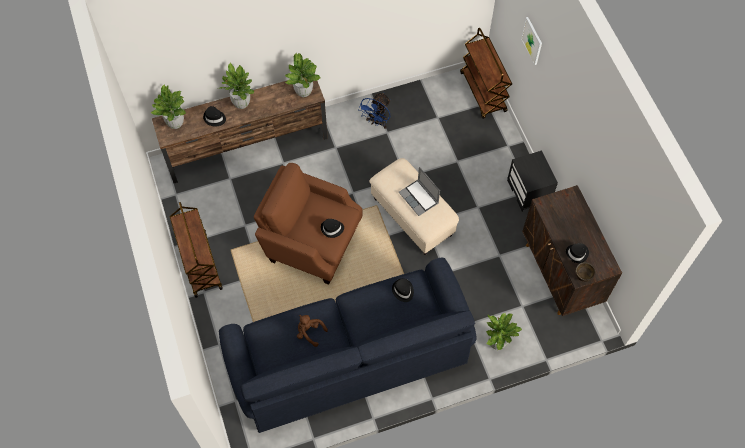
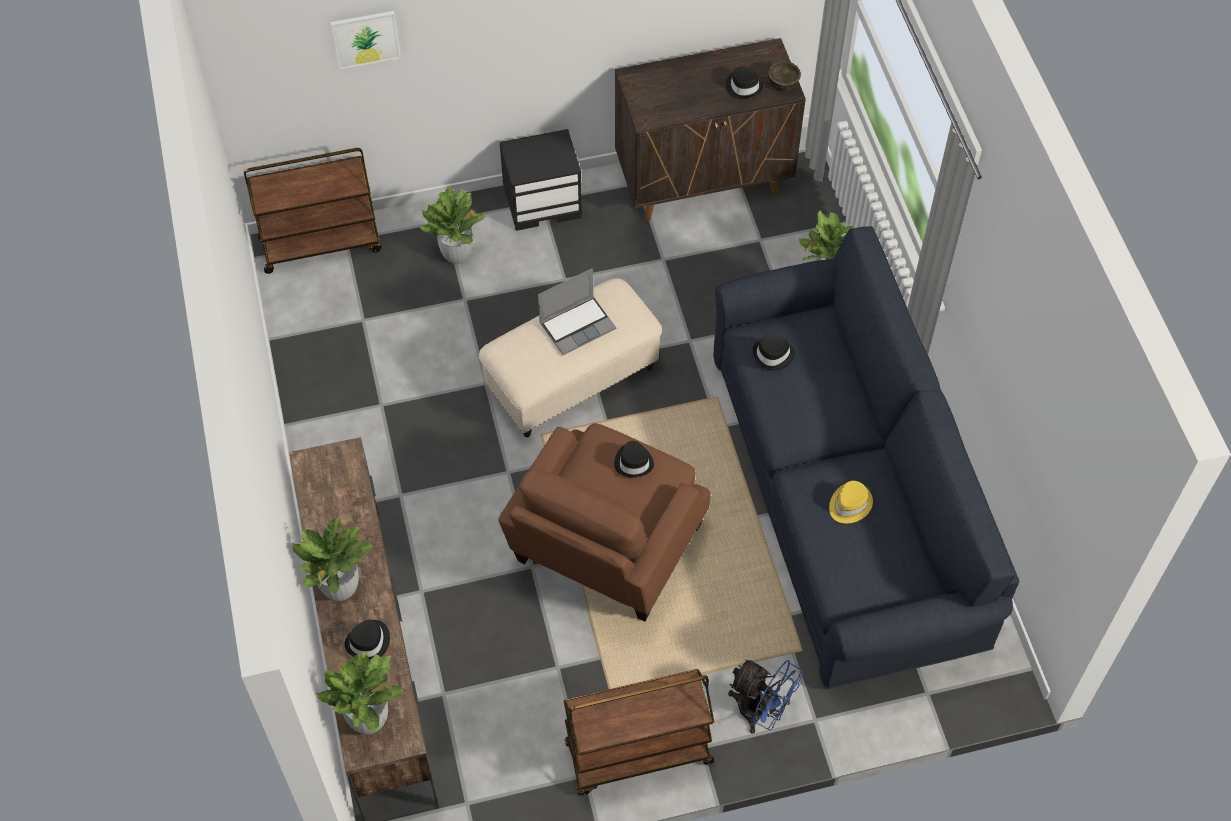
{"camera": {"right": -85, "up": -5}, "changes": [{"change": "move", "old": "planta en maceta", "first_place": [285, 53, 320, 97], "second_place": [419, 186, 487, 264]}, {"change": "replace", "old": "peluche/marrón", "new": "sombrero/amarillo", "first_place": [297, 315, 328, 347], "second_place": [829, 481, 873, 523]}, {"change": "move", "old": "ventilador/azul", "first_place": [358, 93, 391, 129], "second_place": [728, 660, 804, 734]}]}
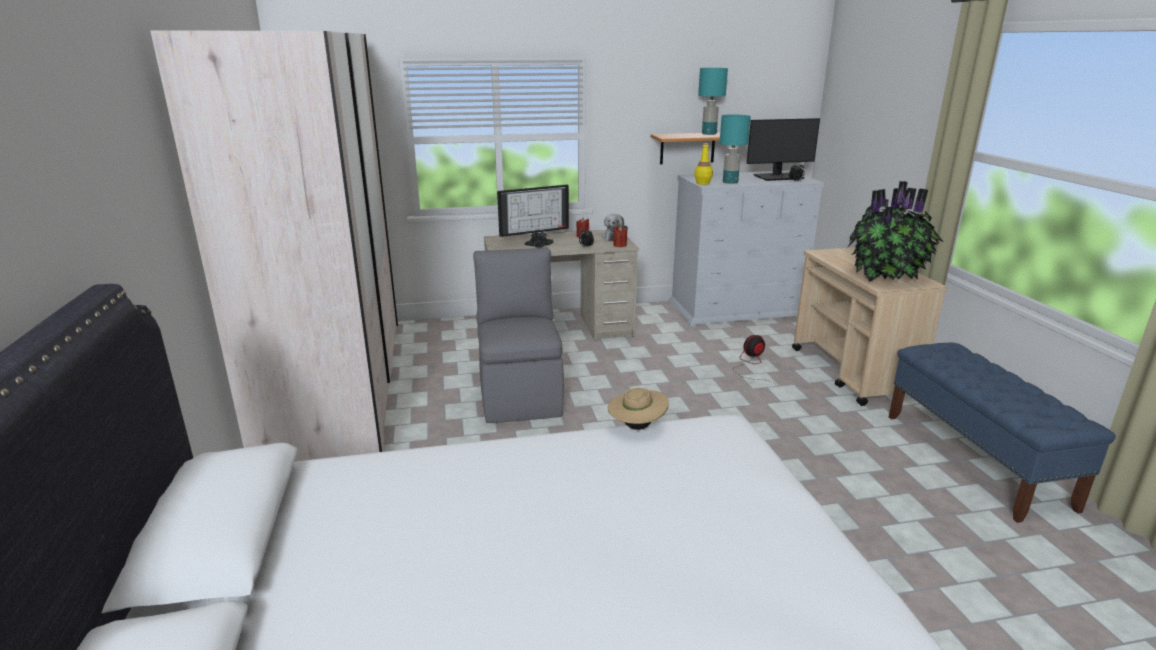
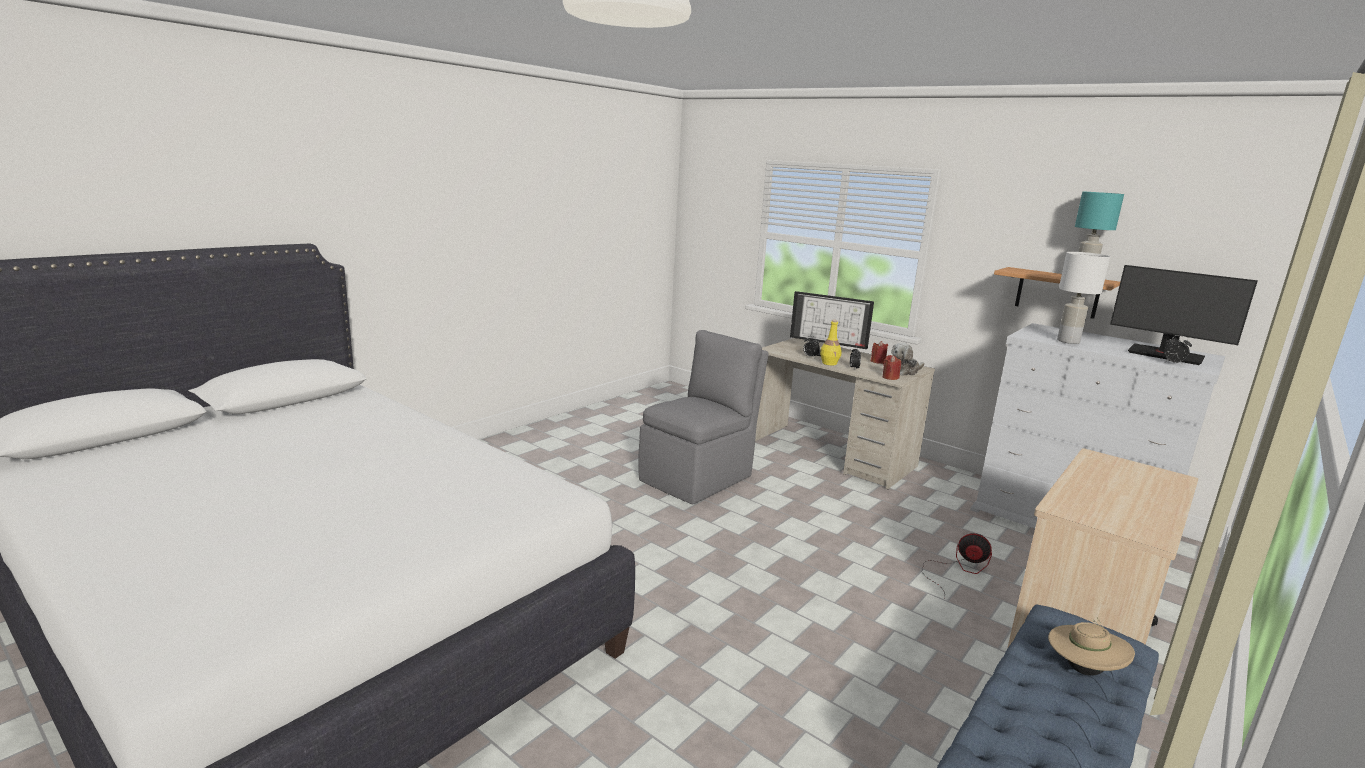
{"camera": {"right": 50, "up": -5}, "changes": [{"change": "delete", "old": "armario ropero/beis", "first_place": [150, 30, 398, 461]}, {"change": "move", "old": "sombrero/beis", "first_place": [608, 383, 669, 430], "second_place": [1048, 618, 1135, 676]}, {"change": "move", "old": "botella/amarillo", "first_place": [694, 143, 713, 185], "second_place": [820, 320, 842, 365]}, {"change": "recolor", "old": "lámpara de mesa/turquesa", "new": "lámpara de mesa/blanco", "first_place": [720, 115, 751, 184], "second_place": [1057, 252, 1110, 344]}, {"change": "delete", "old": "planta en maceta", "first_place": [847, 181, 943, 283]}]}
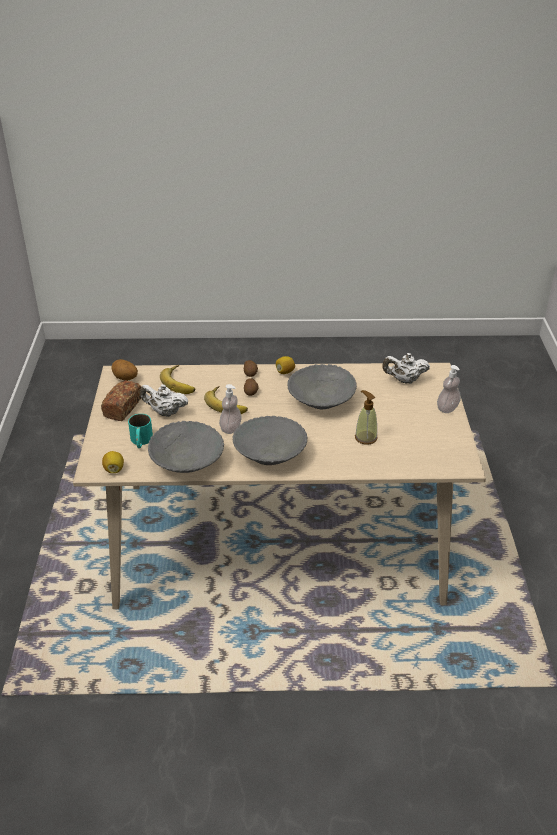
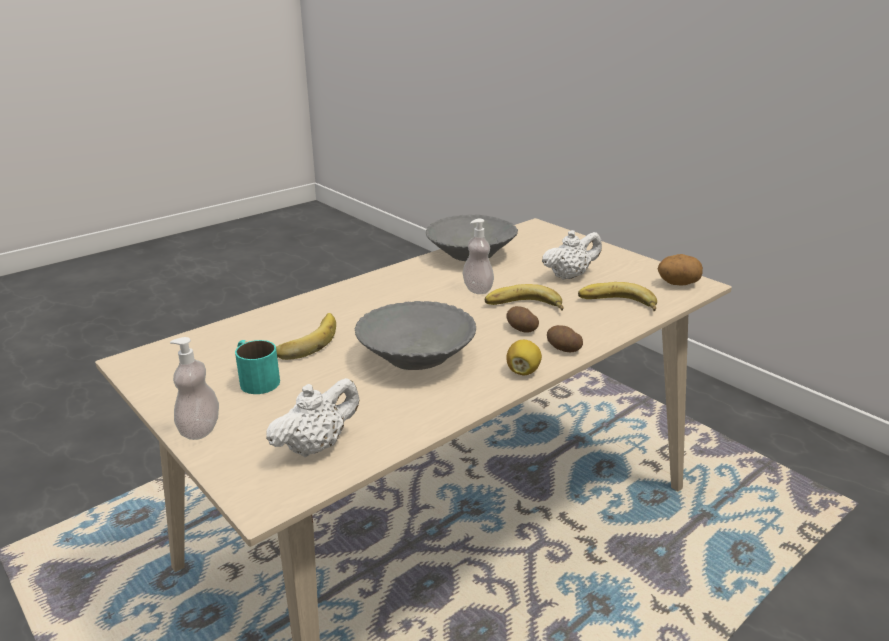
{"camera": {"right": 140, "up": -10}, "changes": [{"change": "delete", "old": "pan", "first_place": [101, 380, 141, 421]}, {"change": "delete", "old": "limón", "first_place": [102, 451, 124, 473]}, {"change": "move", "old": "taza grande/turquesa", "first_place": [128, 414, 153, 448], "second_place": [235, 340, 280, 394]}, {"change": "delete", "old": "cuenco/gris", "first_place": [232, 416, 307, 465]}, {"change": "replace", "old": "dispensador de jabón", "new": "plátano", "first_place": [355, 390, 378, 445], "second_place": [276, 313, 336, 360]}]}
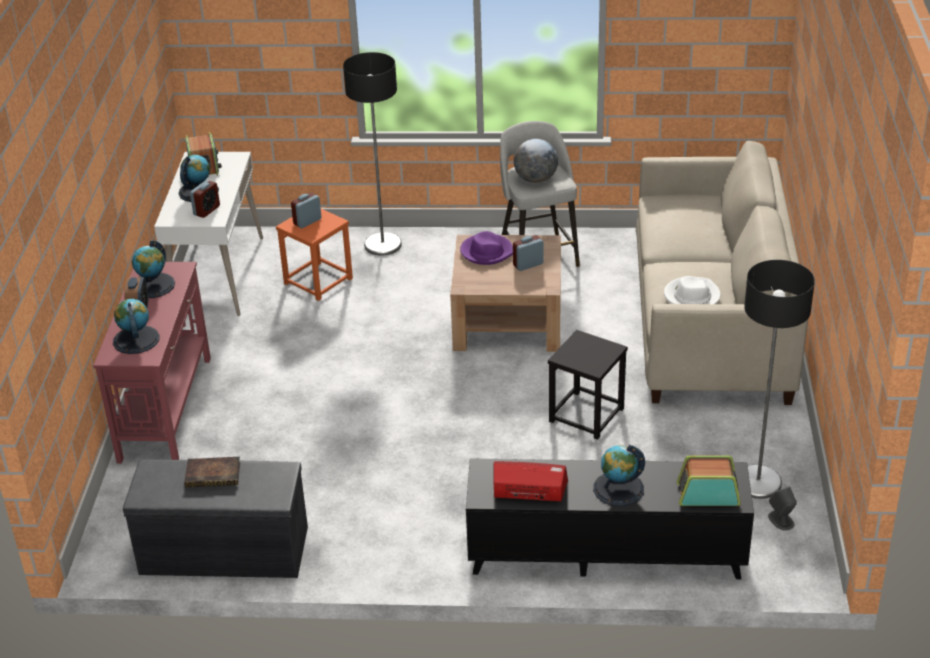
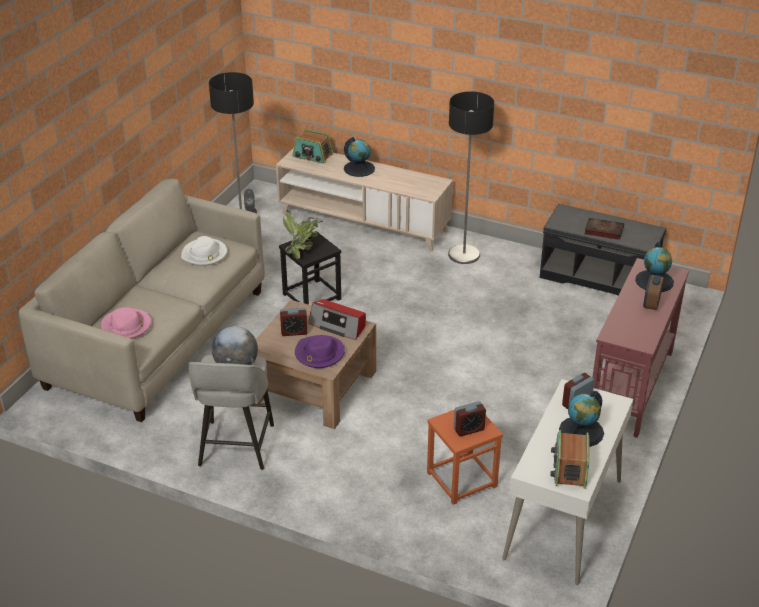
{"camera": {"right": -160, "up": 0}, "changes": [{"change": "delete", "old": "globo terráqueo", "first_place": [132, 240, 175, 298]}, {"change": "move", "old": "lámpara de pie", "first_place": [343, 52, 402, 255], "second_place": [448, 91, 494, 264]}, {"change": "recolor", "old": "mueble de televisión/negro", "new": "mueble de televisión/beis", "first_place": [466, 459, 754, 579], "second_place": [276, 148, 453, 251]}, {"change": "move", "old": "radio", "first_place": [494, 461, 568, 502], "second_place": [308, 299, 366, 340]}, {"change": "insert", "new": "sombrero/rosa", "second_place": [101, 307, 151, 339]}, {"change": "insert", "new": "planta en maceta", "second_place": [283, 211, 323, 259]}]}
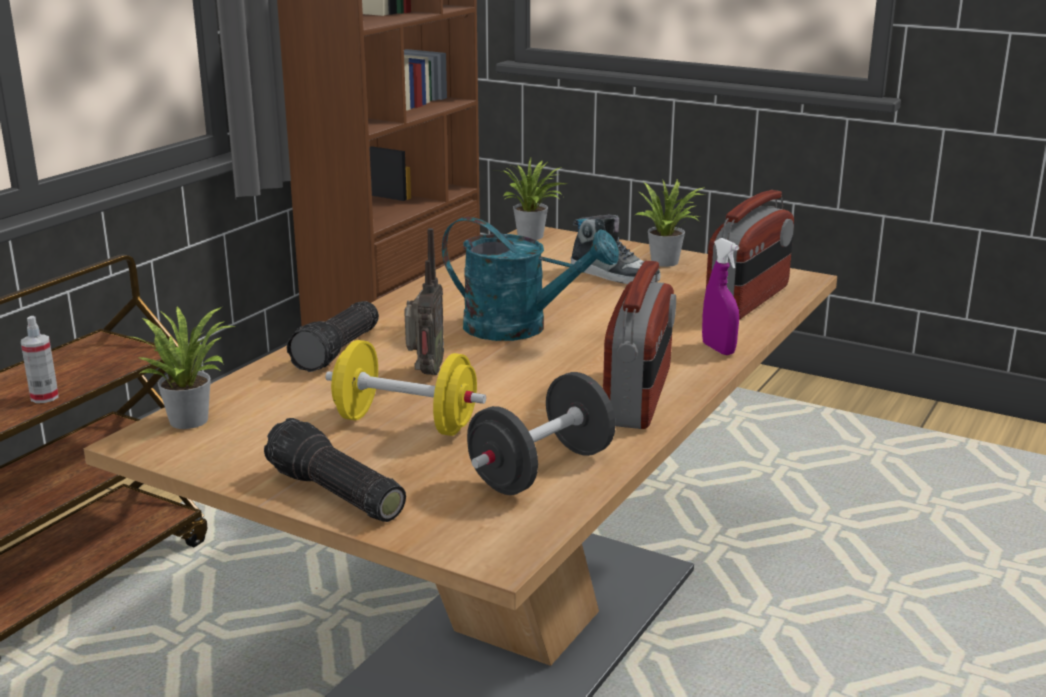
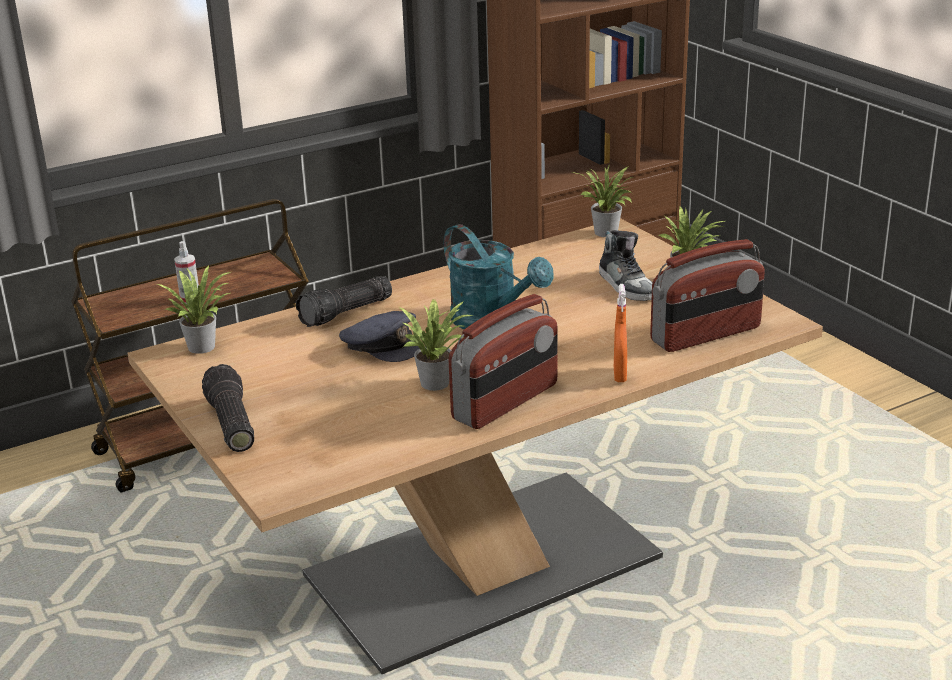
{"camera": {"right": 30, "up": 5}, "changes": [{"change": "delete", "old": "mancuerna/amarillo", "first_place": [325, 340, 486, 436]}, {"change": "replace", "old": "radio", "new": "gorra/gris", "first_place": [404, 228, 444, 375], "second_place": [339, 311, 420, 362]}, {"change": "delete", "old": "mancuerna/negro", "first_place": [467, 372, 616, 495]}, {"change": "recolor", "old": "pulverizador/morado", "new": "pulverizador/naranja", "first_place": [702, 238, 739, 355], "second_place": [614, 284, 627, 382]}, {"change": "insert", "new": "planta en maceta", "second_place": [399, 298, 475, 391]}]}
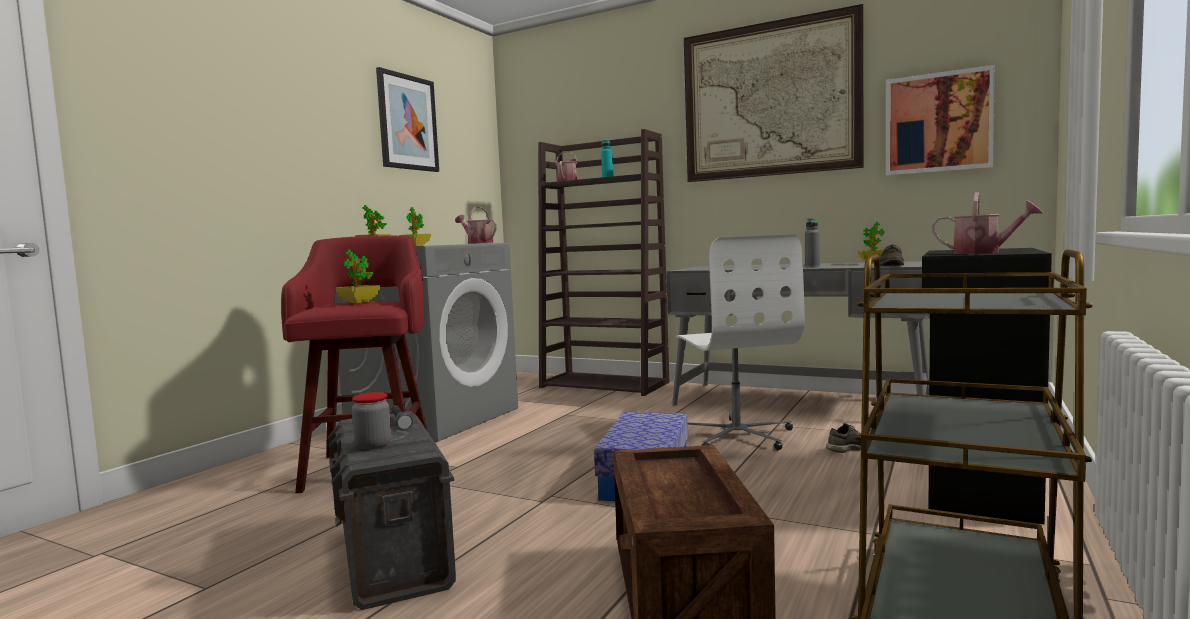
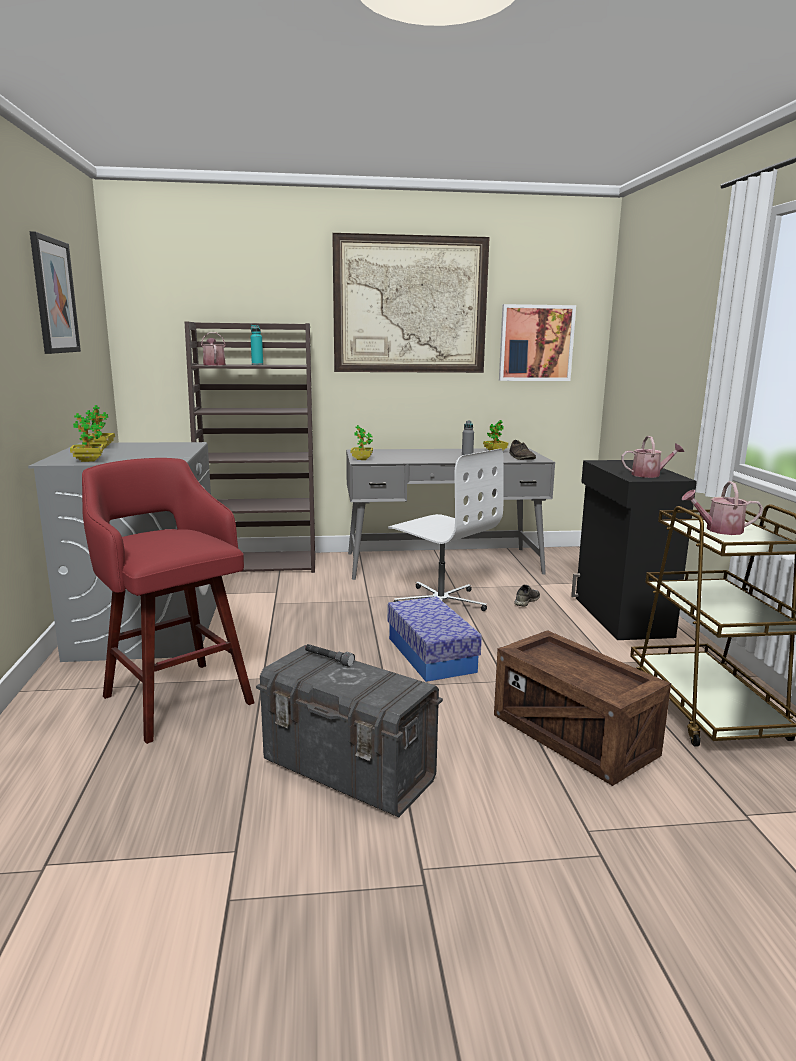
{"camera": {"right": -35, "up": 10}, "changes": [{"change": "move", "old": "planta en maceta", "first_place": [336, 250, 380, 303], "second_place": [351, 425, 373, 460]}, {"change": "delete", "old": "tarro", "first_place": [352, 392, 391, 450]}, {"change": "move", "old": "regadera", "first_place": [455, 207, 497, 244], "second_place": [682, 481, 763, 535]}]}
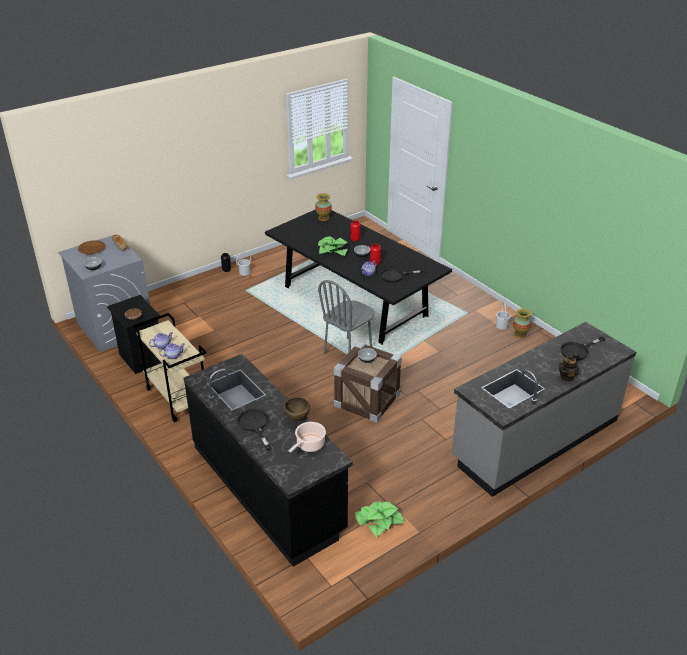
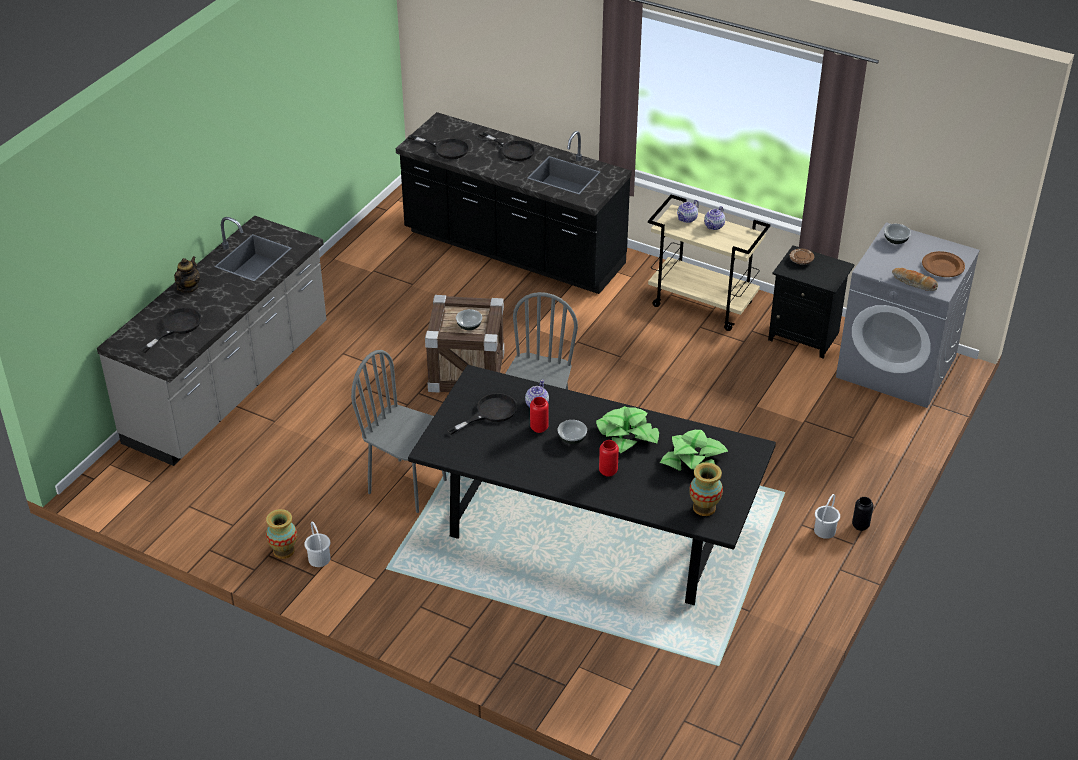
{"camera": {"right": 155, "up": 5}, "changes": [{"change": "delete", "old": "cuenco/marrón", "first_place": [284, 397, 310, 421]}, {"change": "replace", "old": "olla", "new": "sartén/negro", "first_place": [288, 422, 326, 453], "second_place": [408, 135, 469, 159]}, {"change": "move", "old": "planta en maceta", "first_place": [355, 501, 405, 537], "second_place": [660, 430, 728, 471]}, {"change": "insert", "new": "silla/gris", "second_place": [351, 350, 447, 513]}]}
